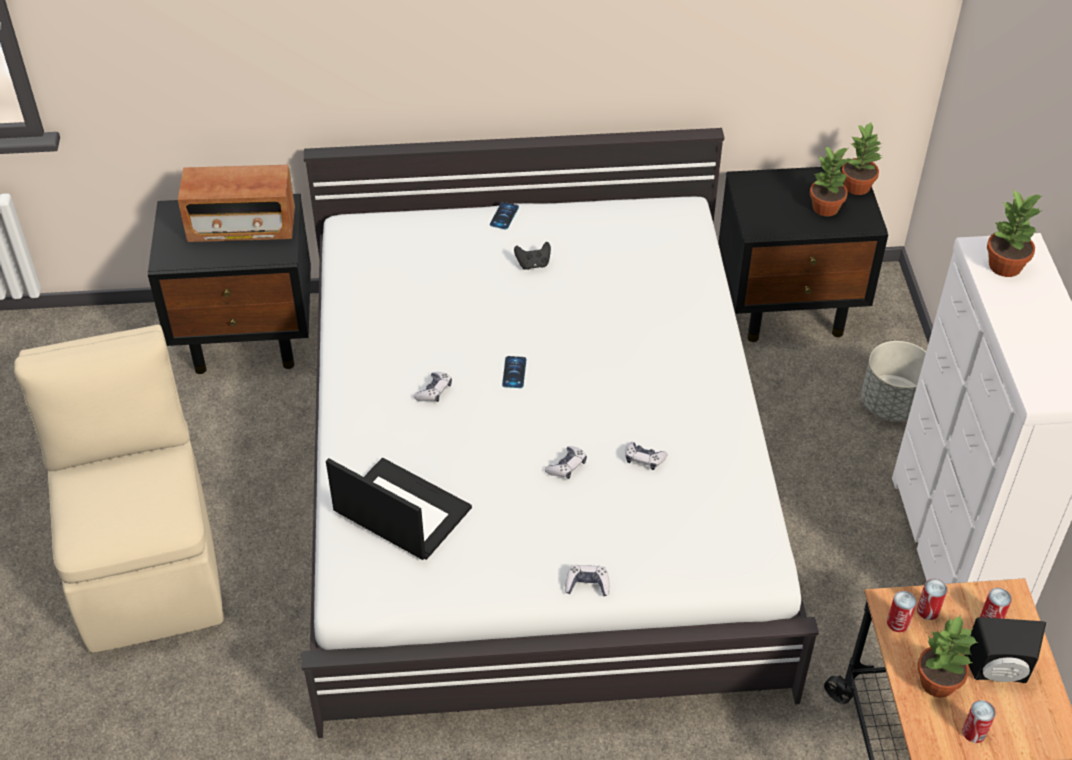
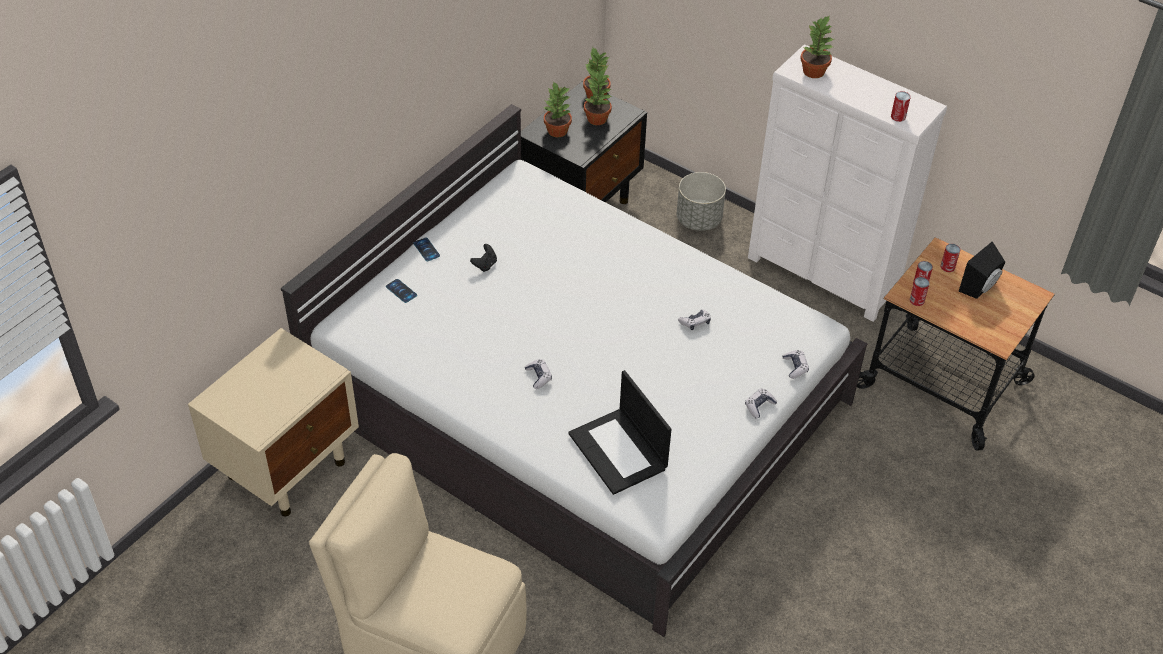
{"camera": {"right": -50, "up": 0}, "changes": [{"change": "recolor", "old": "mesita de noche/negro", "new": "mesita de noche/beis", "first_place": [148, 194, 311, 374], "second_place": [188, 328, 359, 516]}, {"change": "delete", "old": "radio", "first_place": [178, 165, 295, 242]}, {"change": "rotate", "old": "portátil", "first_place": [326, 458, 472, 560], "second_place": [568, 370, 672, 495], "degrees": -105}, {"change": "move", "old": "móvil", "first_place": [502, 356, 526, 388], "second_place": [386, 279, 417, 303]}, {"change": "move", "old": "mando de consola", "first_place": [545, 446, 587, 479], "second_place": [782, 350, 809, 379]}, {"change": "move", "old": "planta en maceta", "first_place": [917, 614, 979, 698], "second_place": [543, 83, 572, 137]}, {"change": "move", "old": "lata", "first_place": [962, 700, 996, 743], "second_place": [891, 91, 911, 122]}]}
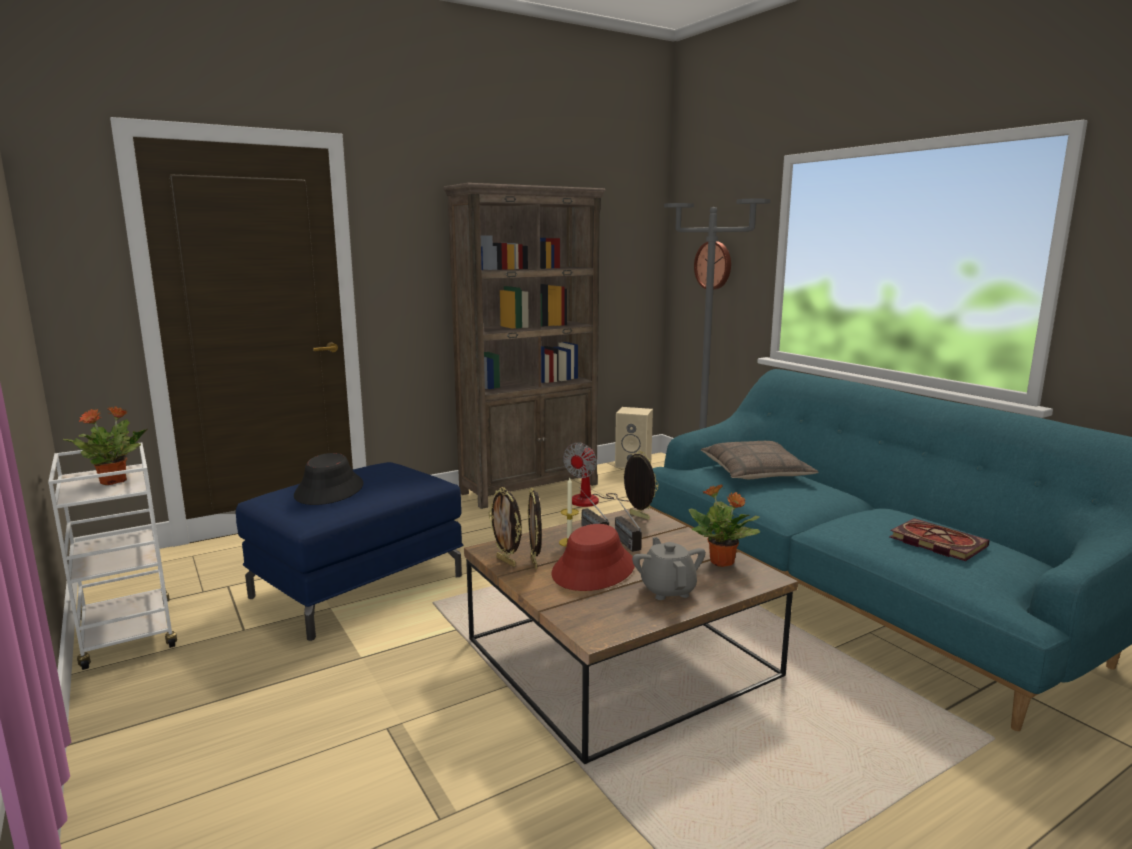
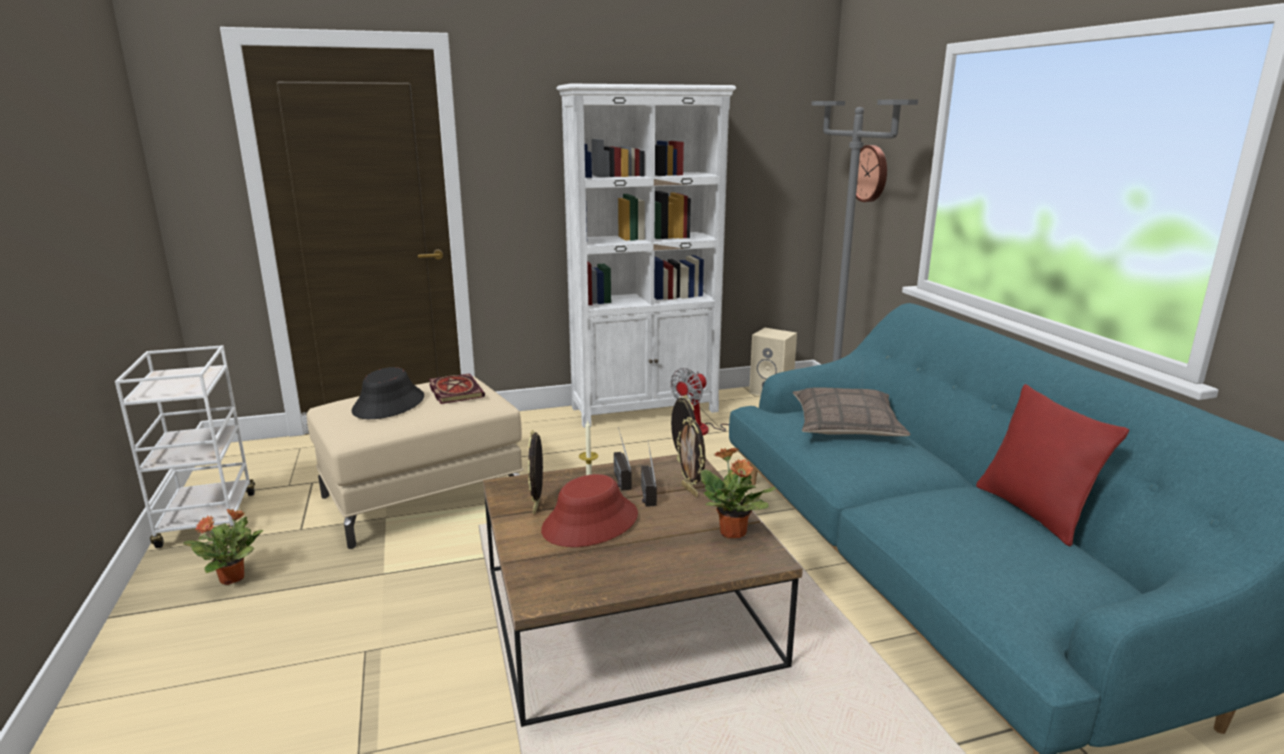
{"camera": {"right": 15, "up": 5}, "changes": [{"change": "move", "old": "planta en maceta", "first_place": [63, 406, 147, 485], "second_place": [183, 509, 263, 585]}, {"change": "recolor", "old": "puf/azul", "new": "puf/beis", "first_place": [236, 462, 463, 641], "second_place": [307, 376, 524, 549]}, {"change": "recolor", "old": "estantería/marrón", "new": "estantería/blanco", "first_place": [443, 183, 606, 509], "second_place": [556, 84, 736, 428]}, {"change": "move", "old": "portarretratos", "first_place": [488, 487, 522, 567], "second_place": [676, 417, 705, 497]}, {"change": "delete", "old": "tetera/gris", "first_place": [632, 537, 706, 600]}, {"change": "move", "old": "libro", "first_place": [889, 518, 989, 561], "second_place": [429, 373, 485, 404]}, {"change": "insert", "new": "cojín/rojo", "second_place": [976, 384, 1129, 547]}]}
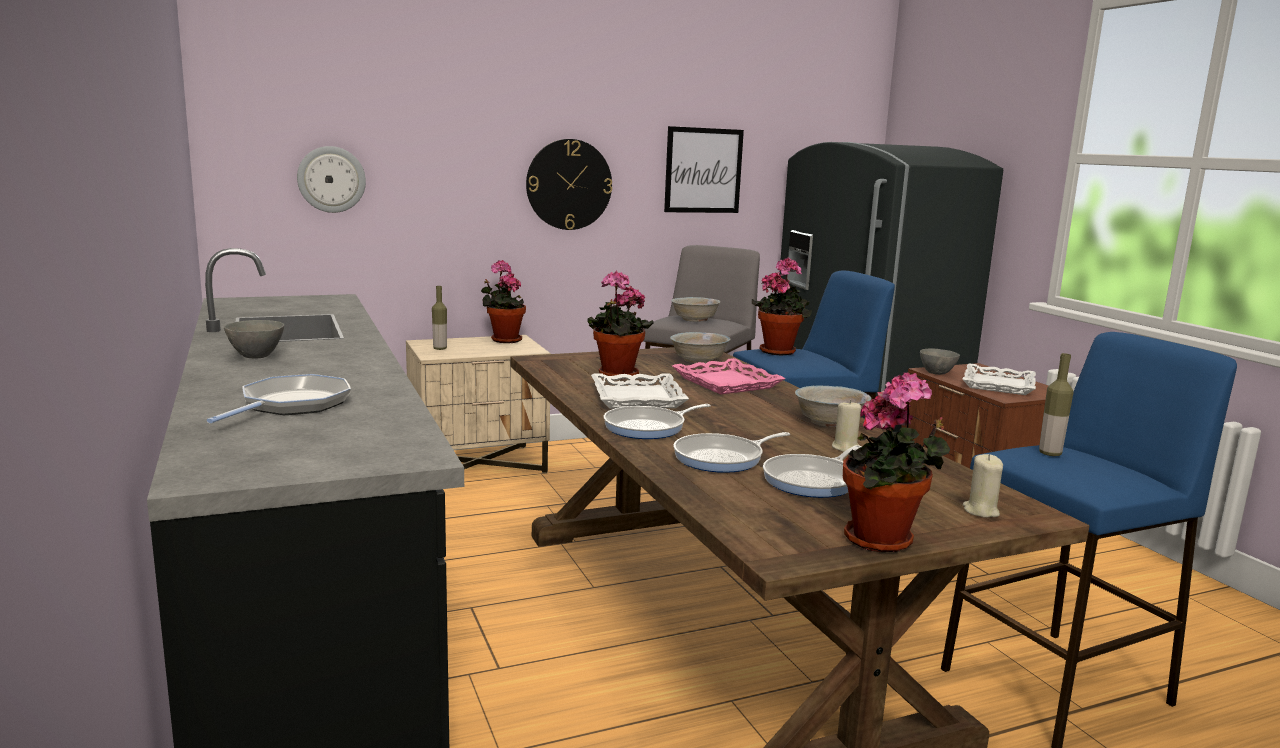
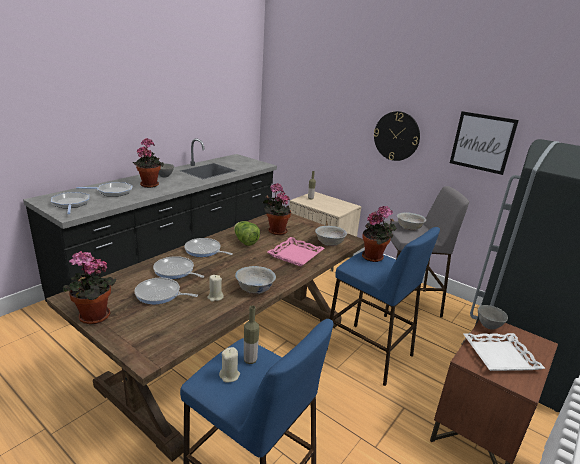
{"camera": {"right": 60, "up": 10}, "changes": [{"change": "delete", "old": "reloj de pared", "first_place": [297, 146, 366, 213]}, {"change": "move", "old": "planta en maceta", "first_place": [481, 260, 526, 343], "second_place": [133, 138, 164, 188]}, {"change": "replace", "old": "bandeja/blanco", "new": "lechuga", "first_place": [591, 373, 689, 409], "second_place": [234, 221, 260, 246]}, {"change": "move", "old": "vela/beis", "first_place": [963, 454, 1003, 518], "second_place": [219, 347, 240, 382]}, {"change": "insert", "new": "sartén", "second_place": [51, 192, 89, 214]}]}
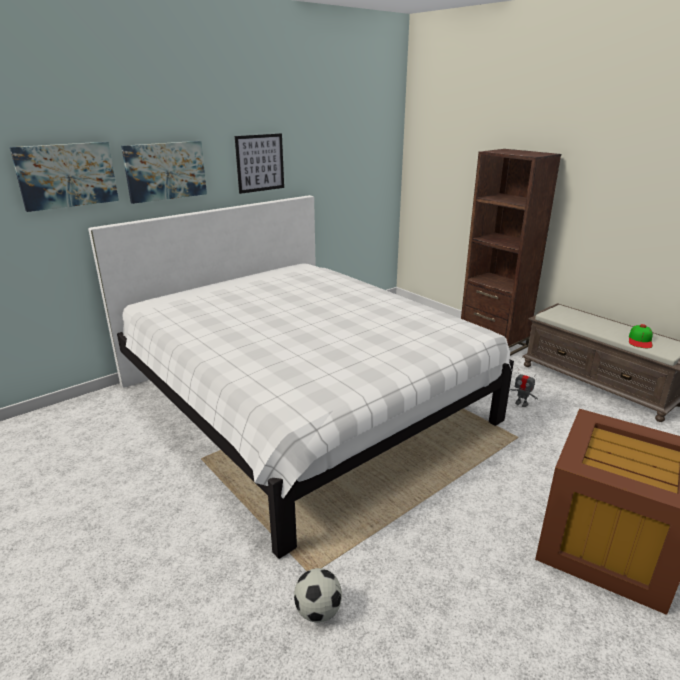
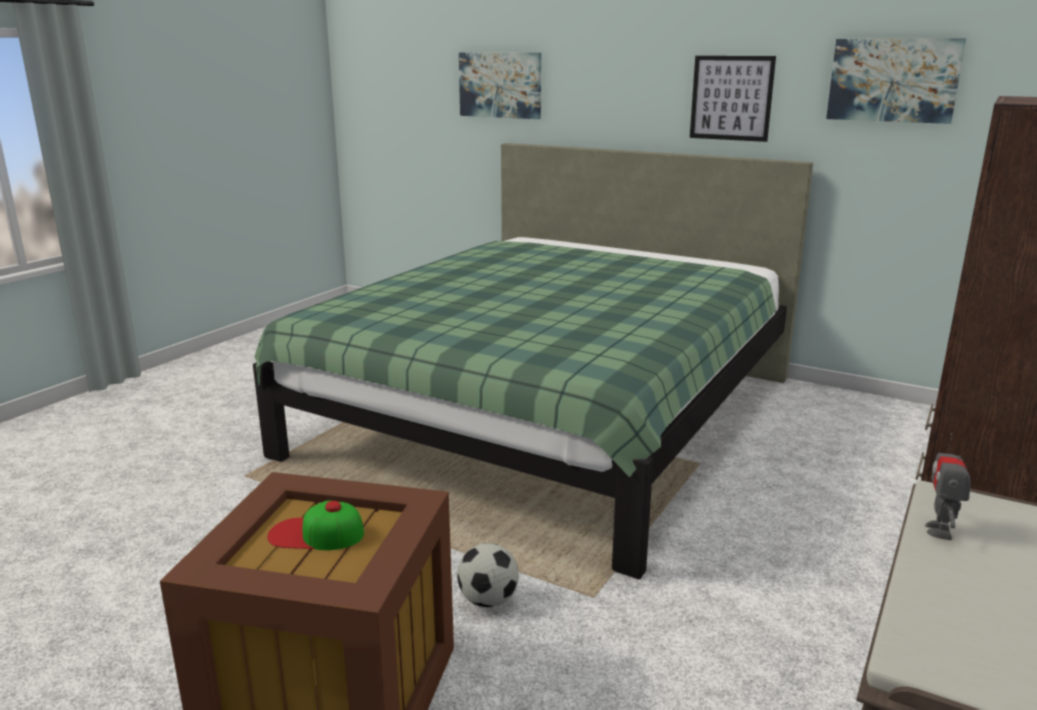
{"camera": {"right": 70, "up": -5}, "changes": [{"change": "recolor", "old": "cama/blanco", "new": "cama/verde", "first_place": [88, 195, 514, 559], "second_place": [253, 143, 813, 579]}, {"change": "move", "old": "cuadro", "first_place": [121, 141, 207, 204], "second_place": [826, 38, 966, 124]}, {"change": "move", "old": "balón de fútbol", "first_place": [294, 568, 342, 622], "second_place": [457, 543, 519, 607]}, {"change": "move", "old": "robot de juguete", "first_place": [509, 367, 538, 407], "second_place": [925, 433, 971, 540]}, {"change": "move", "old": "gorra", "first_place": [629, 324, 653, 348], "second_place": [267, 500, 364, 550]}]}
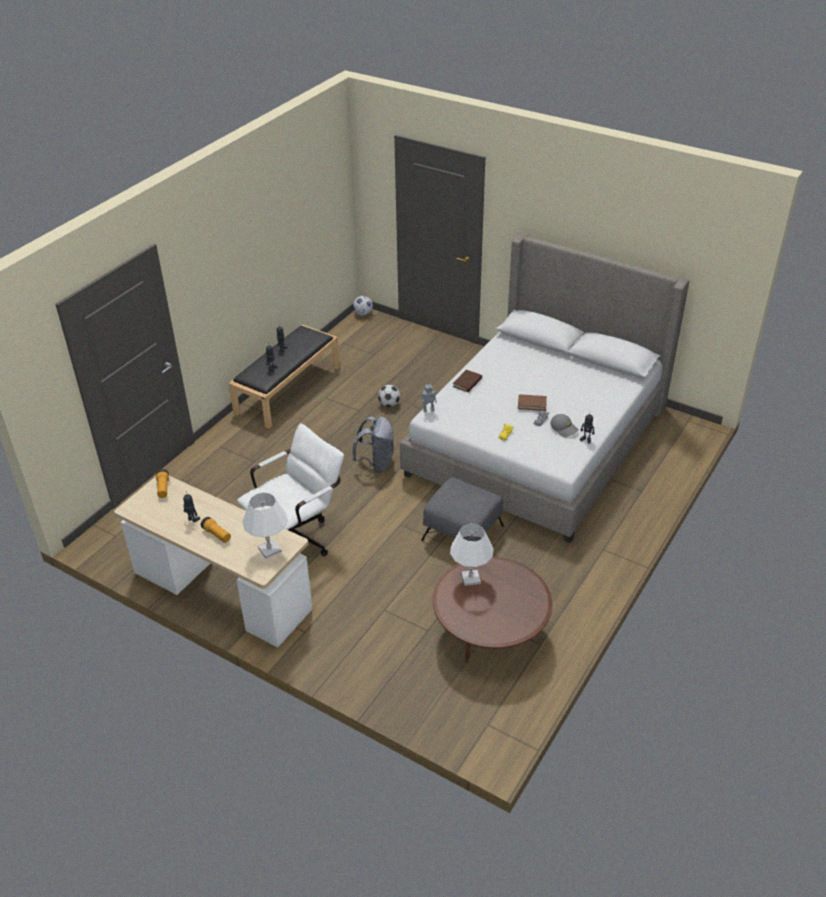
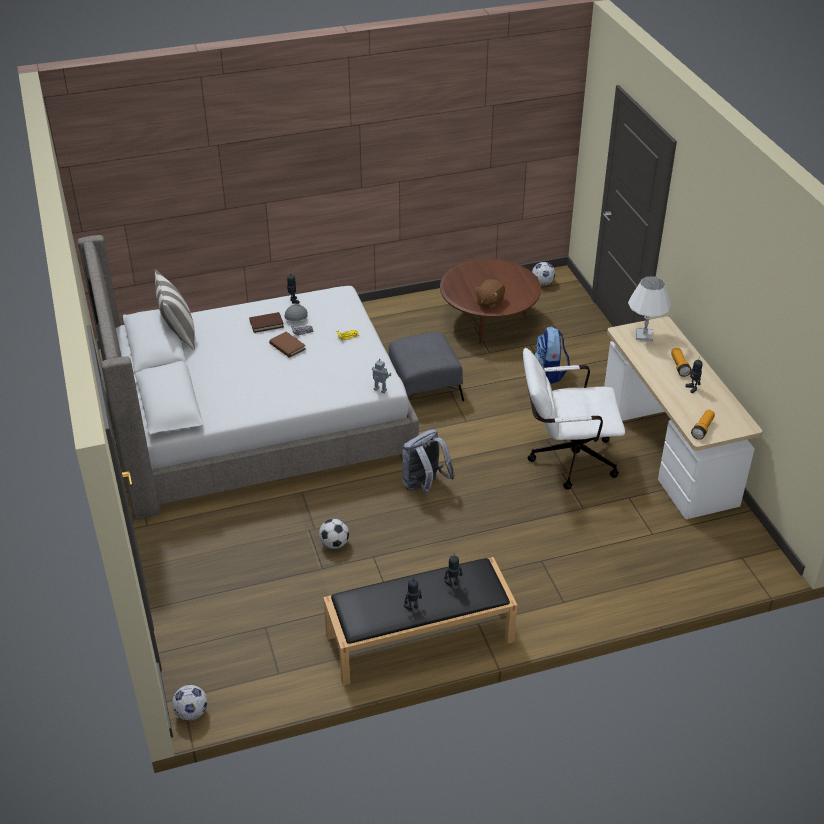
{"camera": {"right": -140, "up": 0}, "changes": [{"change": "replace", "old": "lámpara de mesa/blanco", "new": "peluche/marrón", "first_place": [450, 524, 493, 586], "second_place": [475, 279, 505, 309]}, {"change": "move", "old": "libro/marrón", "first_place": [453, 370, 482, 392], "second_place": [249, 312, 284, 333]}, {"change": "insert", "new": "cojín", "second_place": [154, 269, 195, 350]}, {"change": "insert", "new": "balón de fútbol", "second_place": [532, 262, 555, 285]}, {"change": "insert", "new": "mochila", "second_place": [534, 326, 570, 384]}]}
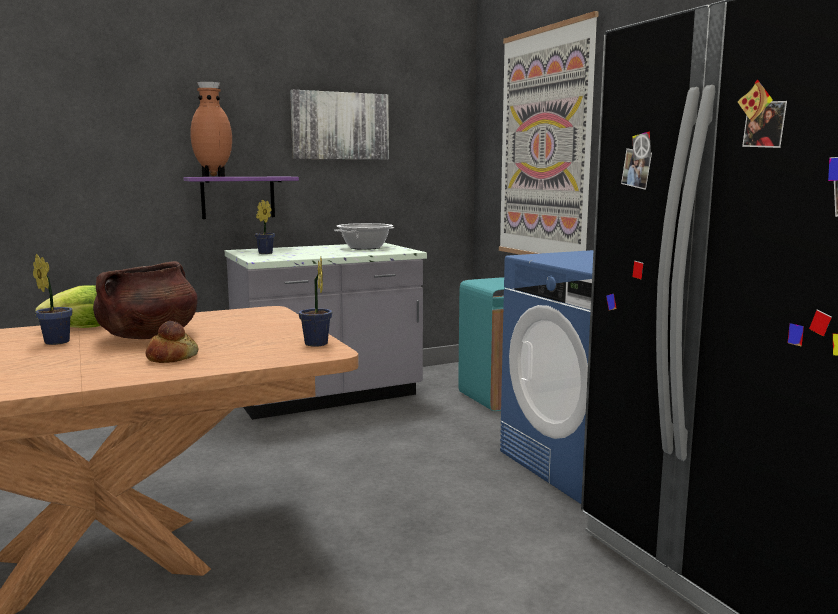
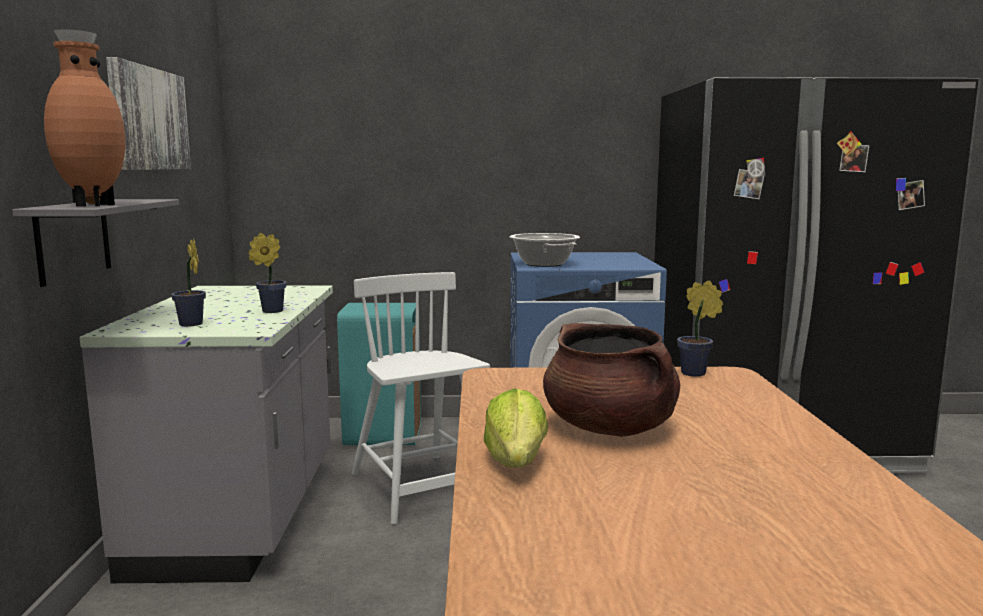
{"camera": {"right": -65, "up": 0}, "changes": [{"change": "move", "old": "planta en maceta", "first_place": [33, 254, 72, 345], "second_place": [248, 233, 286, 313]}, {"change": "delete", "old": "pan", "first_place": [146, 321, 199, 363]}, {"change": "recolor", "old": "estante/morado", "new": "estante/gris", "first_place": [183, 177, 299, 219], "second_place": [12, 199, 179, 287]}, {"change": "move", "old": "olla", "first_place": [334, 223, 394, 250], "second_place": [510, 233, 580, 267]}, {"change": "delete", "old": "cuadro", "first_place": [499, 11, 599, 255]}, {"change": "insert", "new": "silla/blanco", "second_place": [352, 272, 490, 524]}]}
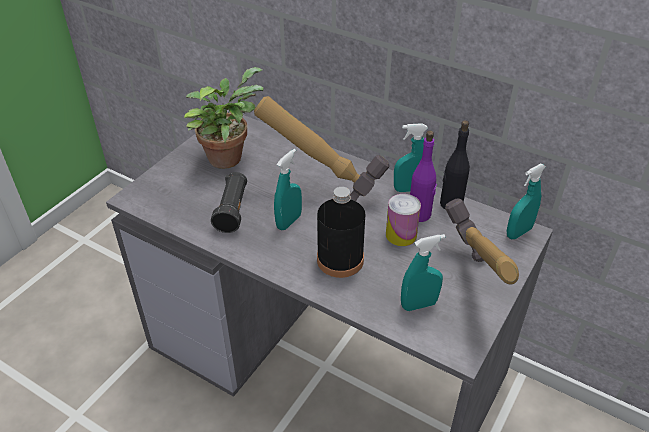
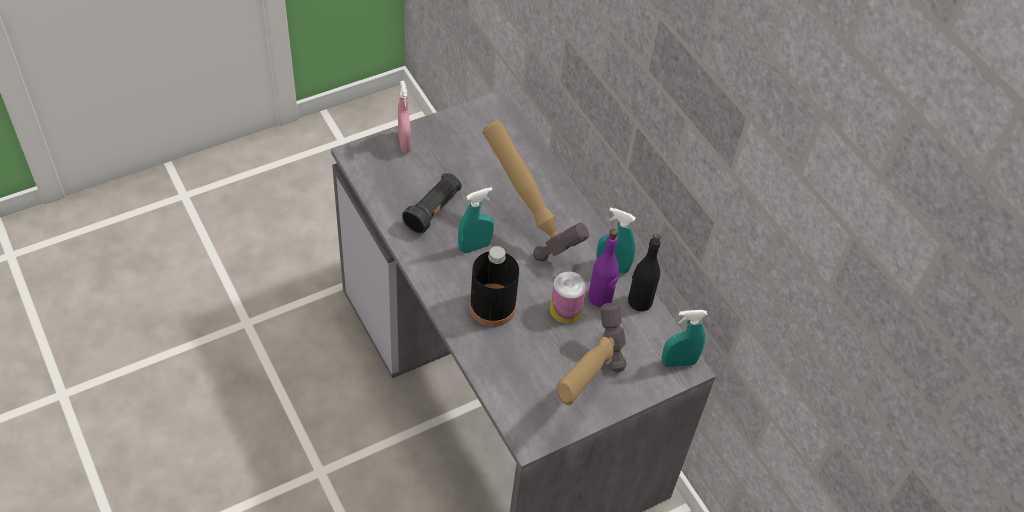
{"camera": {"right": 25, "up": 10}, "changes": [{"change": "delete", "old": "planta en maceta", "first_place": [184, 67, 263, 169]}, {"change": "delete", "old": "pulverizador/turquesa", "first_place": [401, 234, 445, 311]}, {"change": "insert", "new": "pulverizador/rosa", "second_place": [398, 81, 411, 153]}]}
